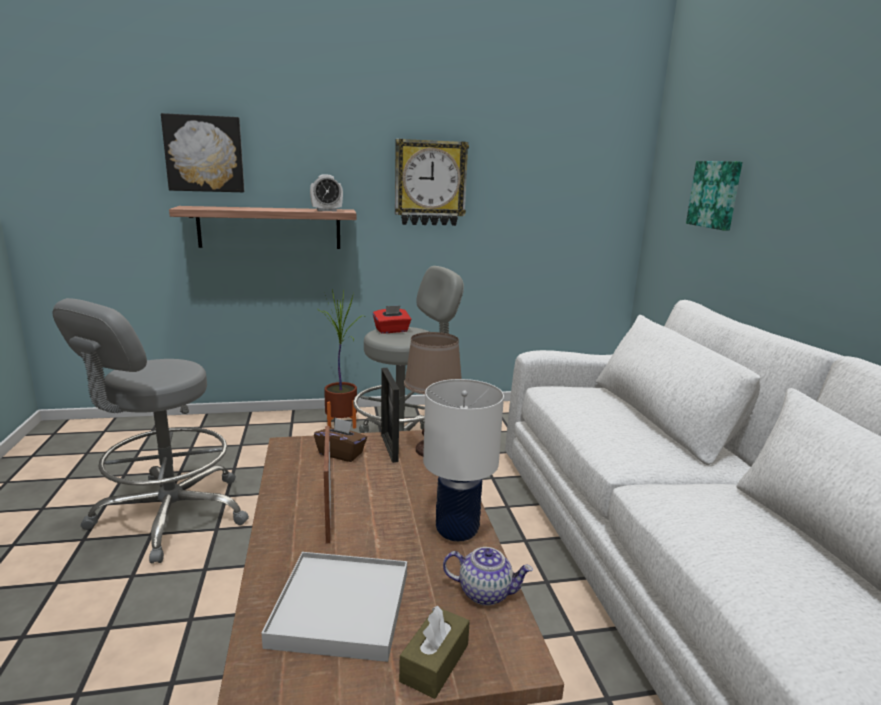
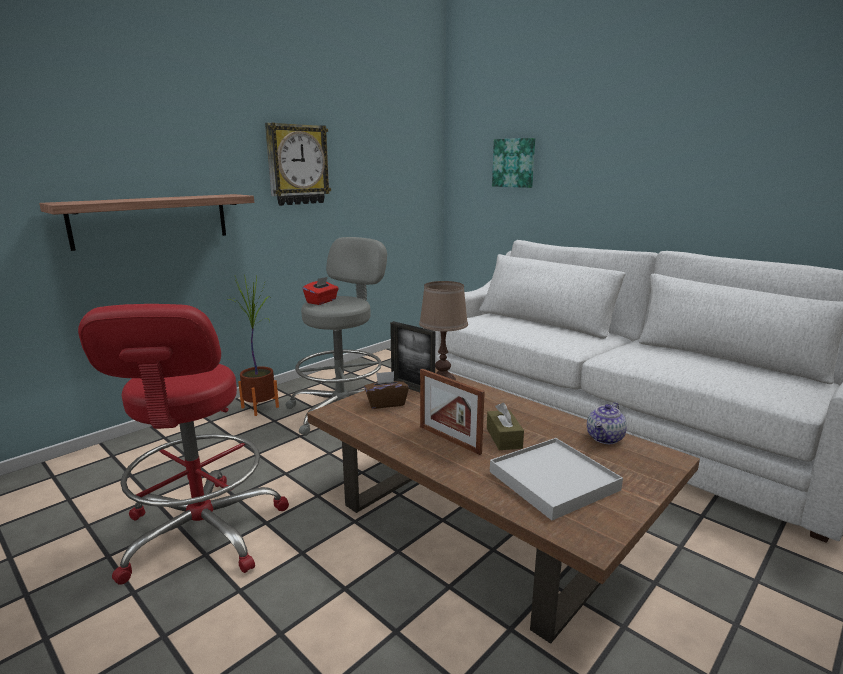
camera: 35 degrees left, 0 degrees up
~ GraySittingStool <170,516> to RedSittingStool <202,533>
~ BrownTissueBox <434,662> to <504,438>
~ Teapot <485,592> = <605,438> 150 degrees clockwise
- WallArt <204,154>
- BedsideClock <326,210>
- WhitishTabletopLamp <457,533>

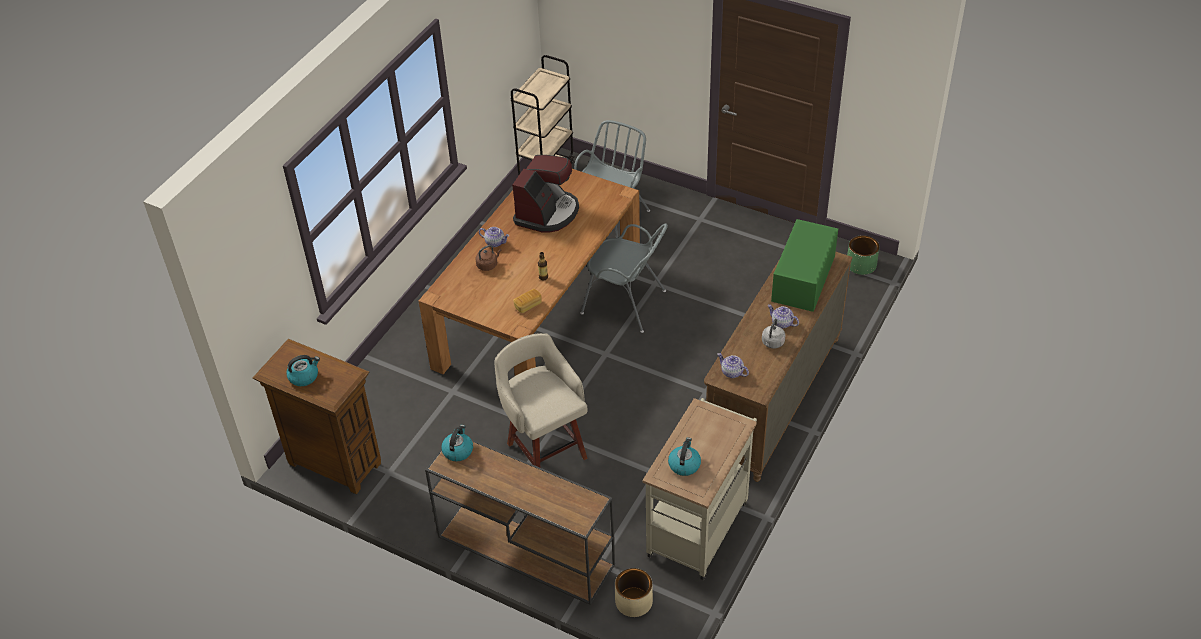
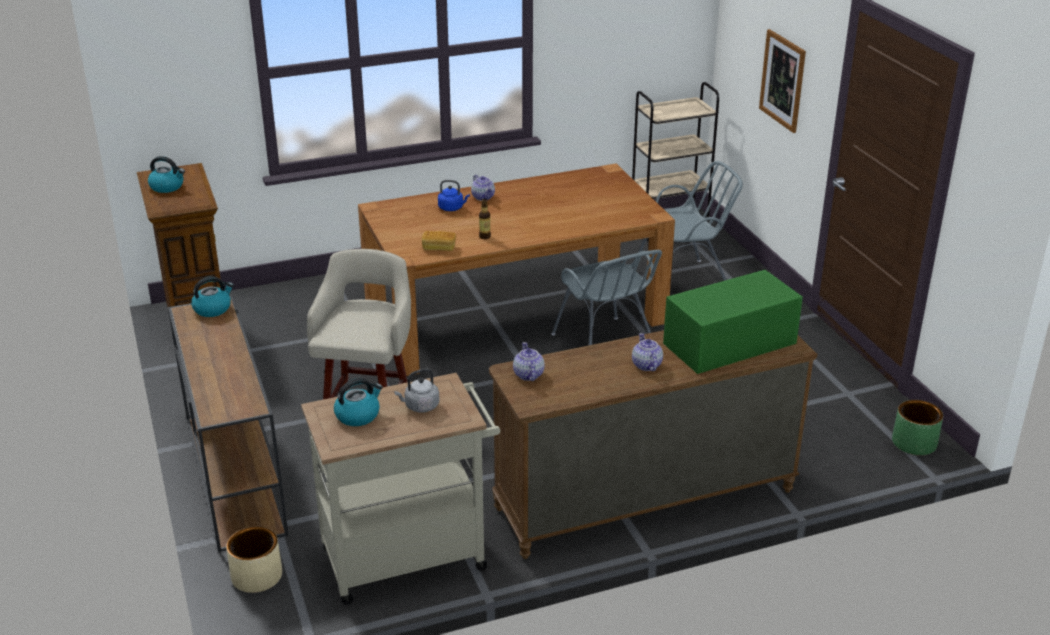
camera: 40 degrees right, 15 degrees down
~ GrayTeaKettle <772,343> to <420,406>
~ BrownTeaKettle <488,265> to BlueTeaKettle <452,208>
+ WallArt <782,80>
- CoffeeMachine <547,213>

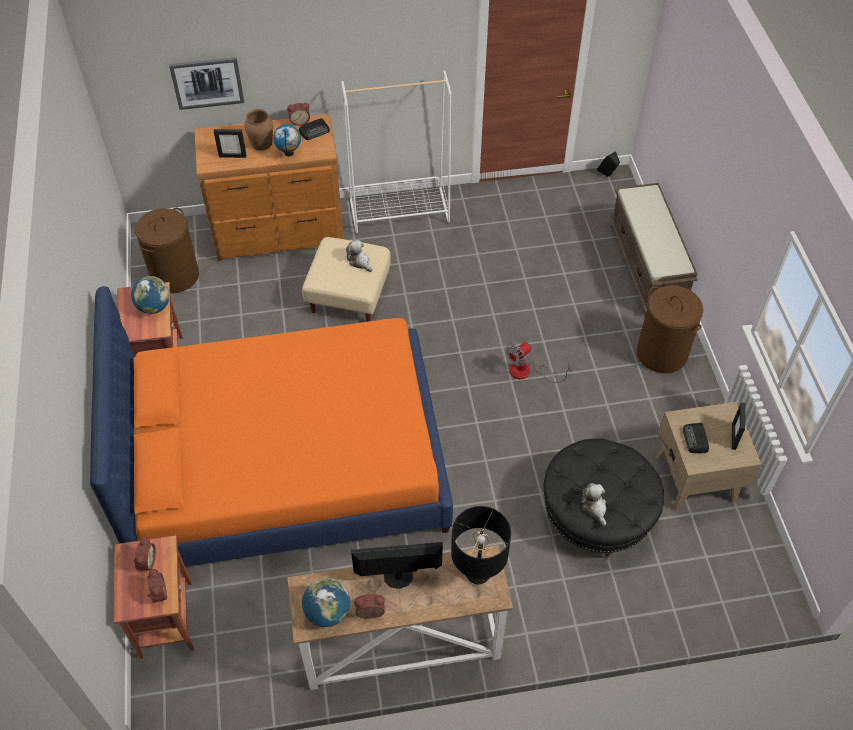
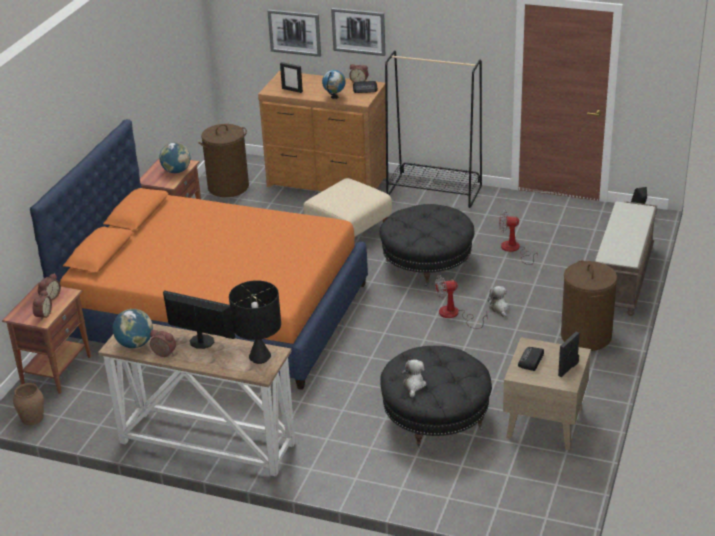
camera: 30 degrees right, 20 degrees down
~ BrownFlowerVase <261,143> to <32,418>
+ WallArt <358,31>
+ BlackFootrest <427,263>
~ WhitishGarmentStand <399,211> to BlackGarmentStand <434,192>
~ PlushToy <359,262> to <499,308>
+ Fan <514,250>

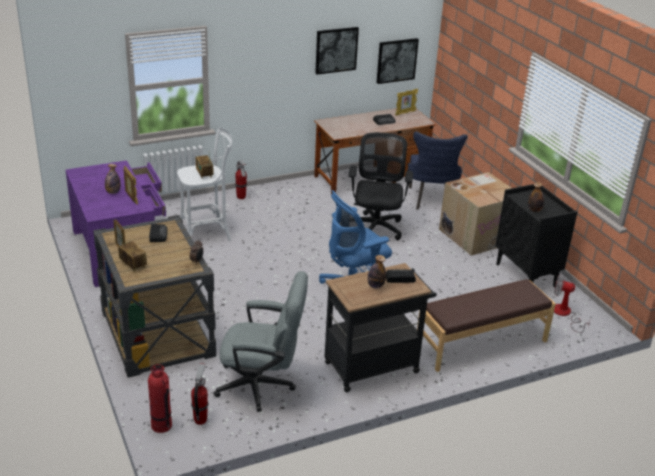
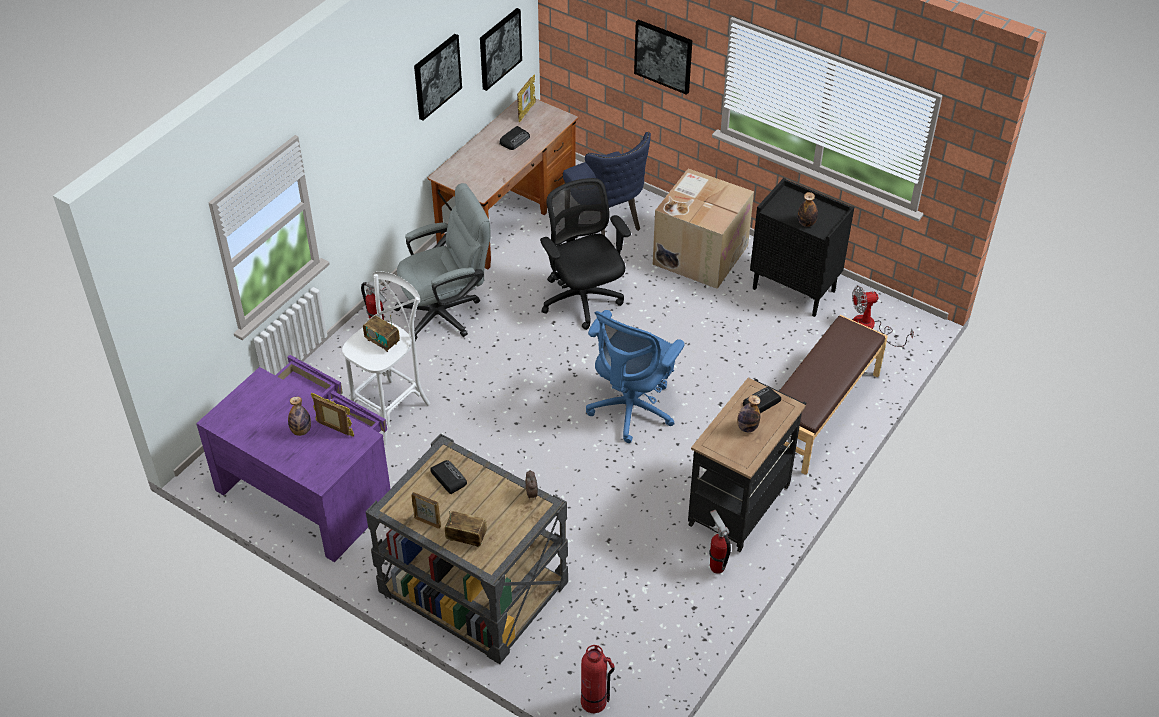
camera: 30 degrees left, 15 degrees up
~ GrayDeskChair <262,386> to <446,312>
+ WallArt <663,56>
~ Extinguisher <200,420> to <717,567>

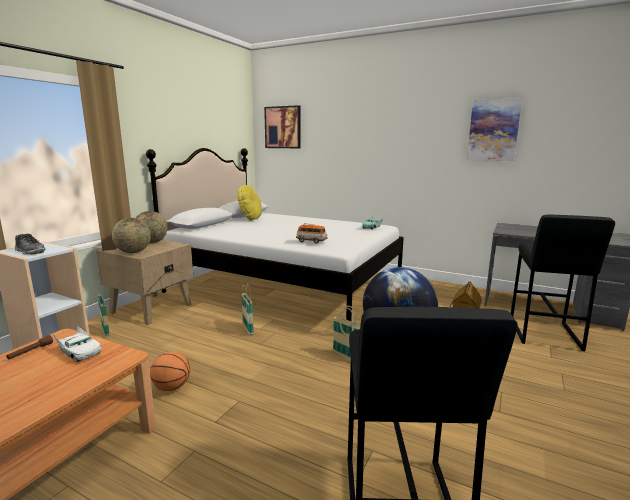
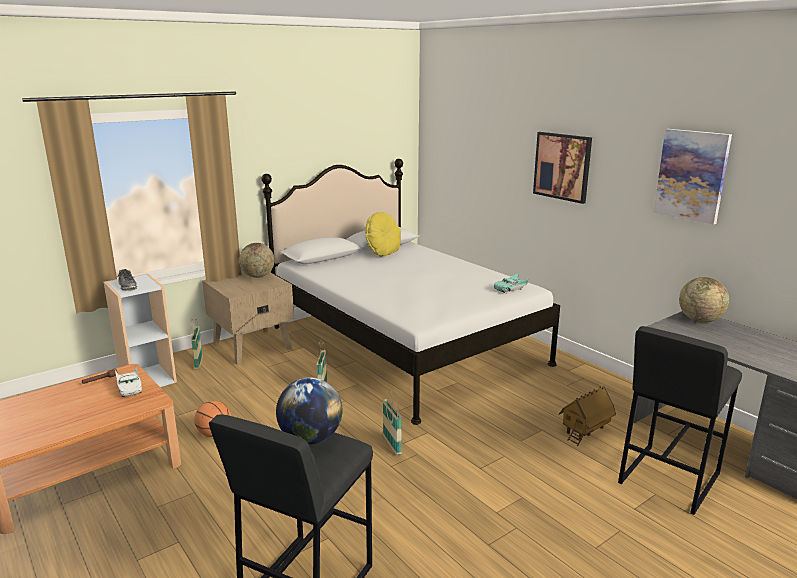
camera: 25 degrees right, 5 degrees up
~ WallArt <283,127> to <562,166>
~ DeskGlobe <133,252> to <700,320>
- ModelCar <311,241>

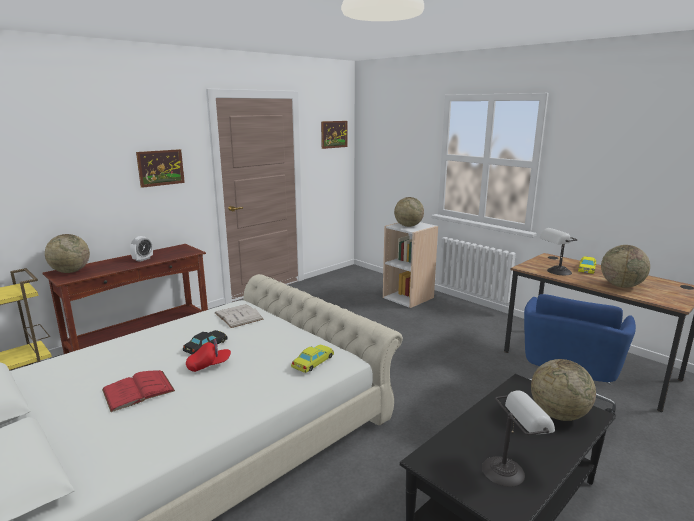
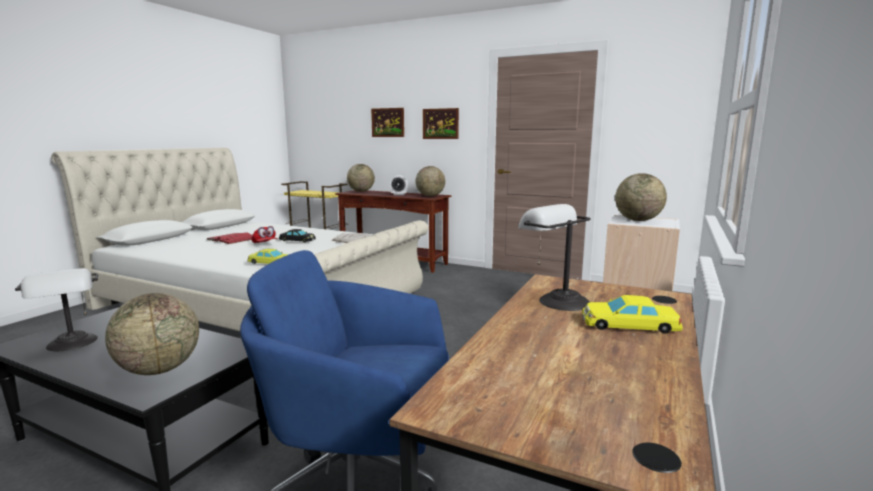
camera: 70 degrees right, 5 degrees down
~ WallArt <334,134> to <388,122>
~ DeskGlobe <621,285> to <430,196>

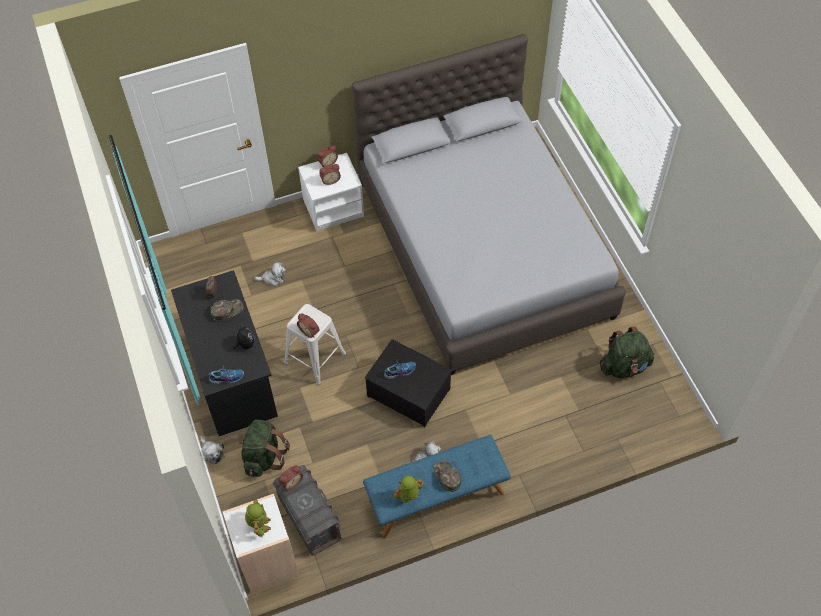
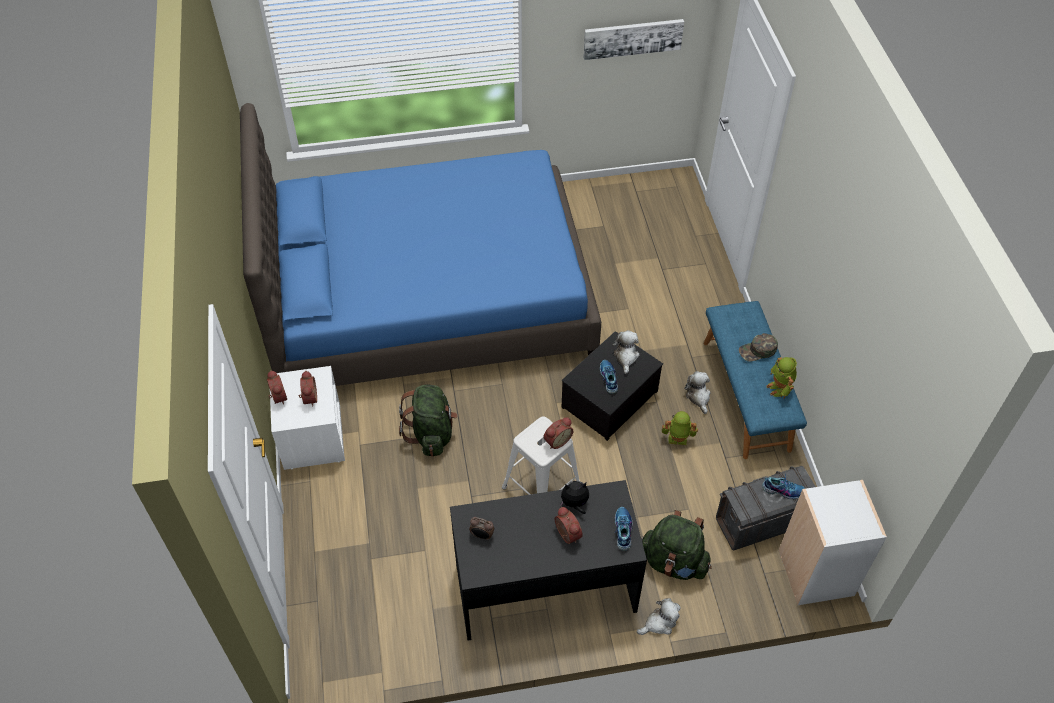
camera: 80 degrees left, 5 degrees down
~ GrayBed <483,247> to BlueBed <428,297>
~ GreenKnapsack <624,366> to <431,433>
~ BedsideClock <291,481> to <566,535>
+ WallArt <632,38>
~ PlushToy <273,278> to <626,356>
~ ModelRobot <259,524> to <677,440>
+ LowShoe <783,490>
- GreenBaseballCap <227,310>

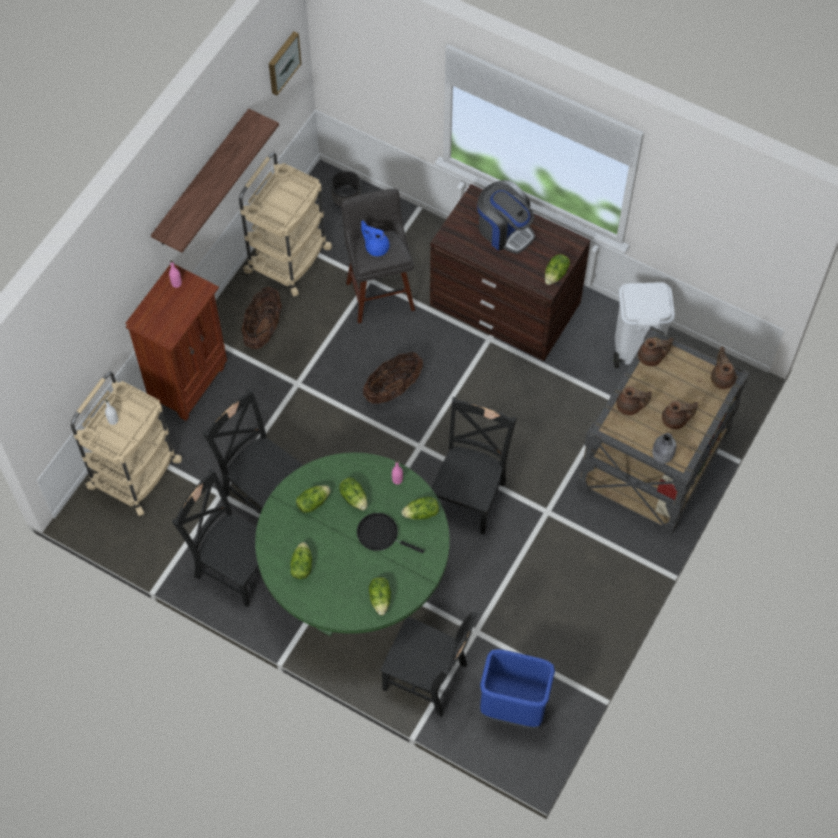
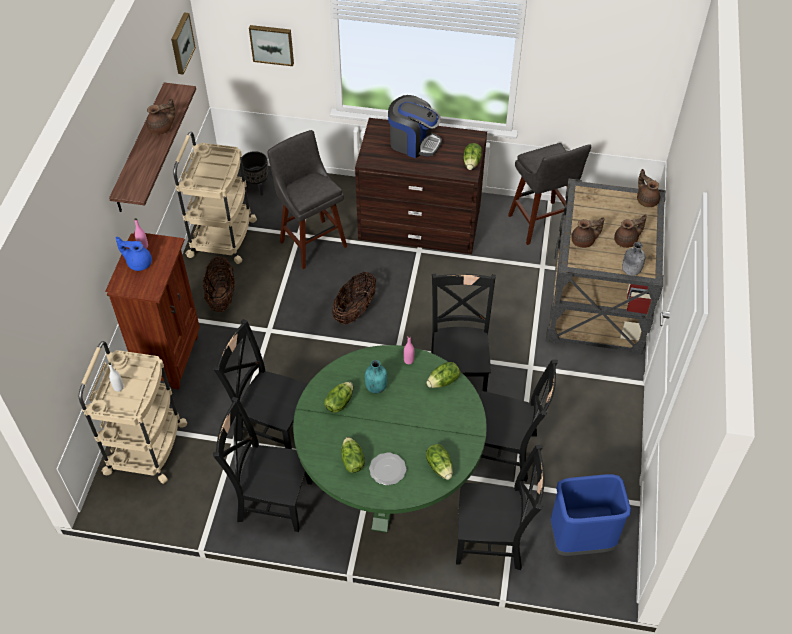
camera: 20 degrees left, 10 degrees down
~ BlueTeapot <376,247> to <138,262>
~ BrownTeapot <651,357> to <161,128>
+ WallArt <272,44>
~ Lettuce <354,498> to TurquoiseColouredDrinkBottle <376,387>
+ DinnerPlate <388,469>
+ BlackPlainChair <505,451>
~ WhitishTrashCan <636,349> to GraySittingStool <541,225>
- BlackFryingPan <380,534>

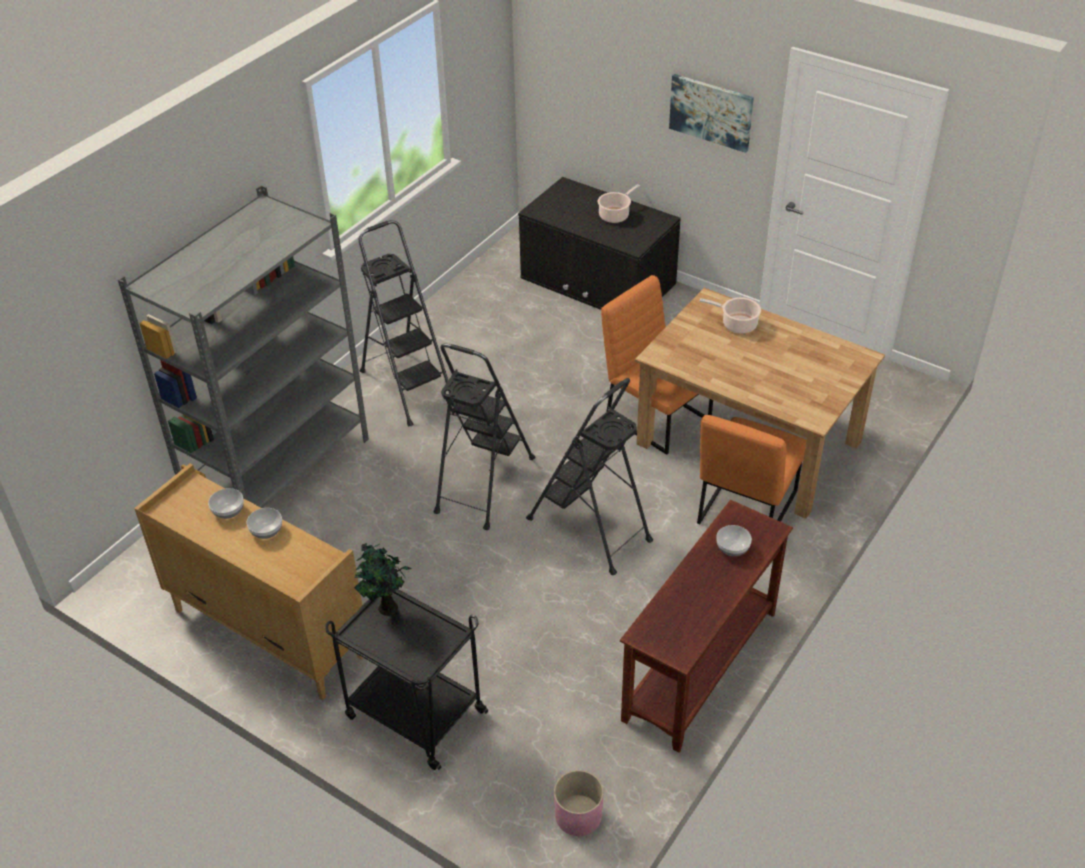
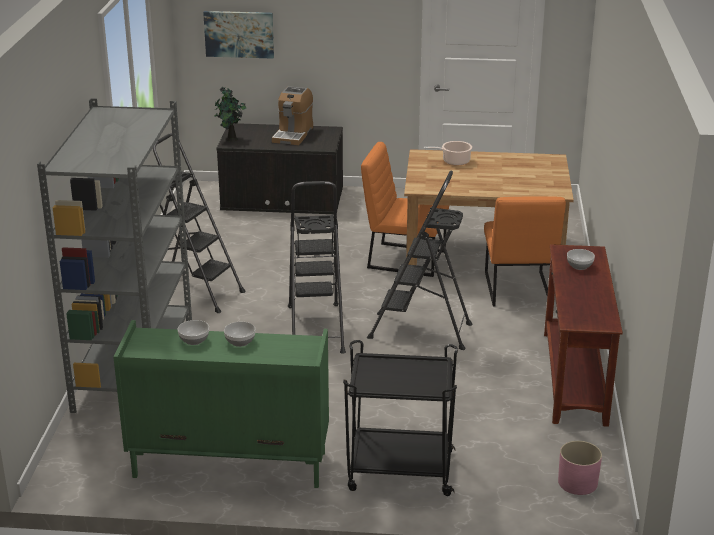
camera: 30 degrees left, 15 degrees down
~ BrownDrawerChest <267,633> to GreenDrawerChest <229,465>
~ WallArt <711,112> to <239,34>
~ PlantInAPot <386,608> to <231,139>
~ CookingPot <615,215> to CoffeeMachine <293,134>

